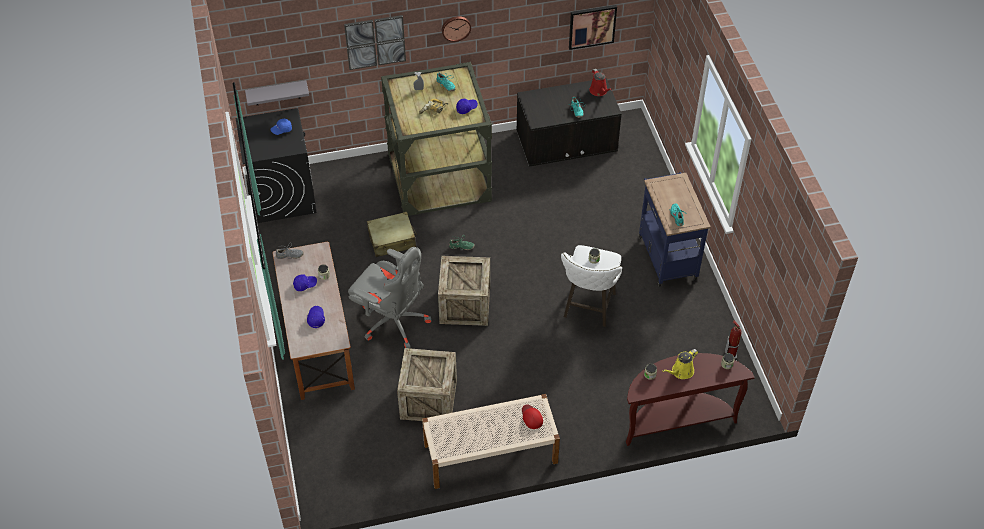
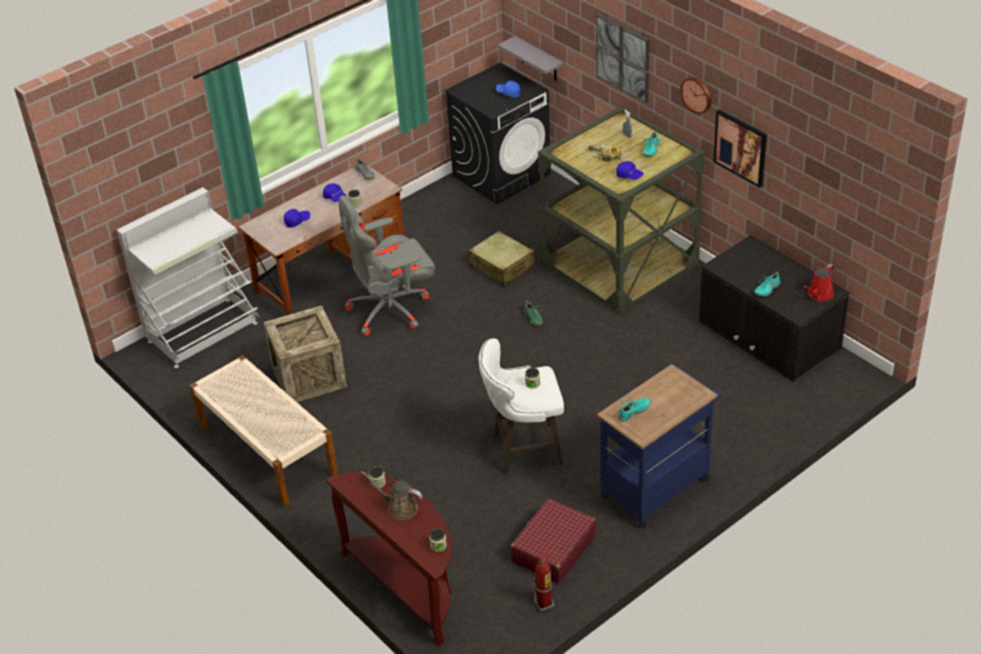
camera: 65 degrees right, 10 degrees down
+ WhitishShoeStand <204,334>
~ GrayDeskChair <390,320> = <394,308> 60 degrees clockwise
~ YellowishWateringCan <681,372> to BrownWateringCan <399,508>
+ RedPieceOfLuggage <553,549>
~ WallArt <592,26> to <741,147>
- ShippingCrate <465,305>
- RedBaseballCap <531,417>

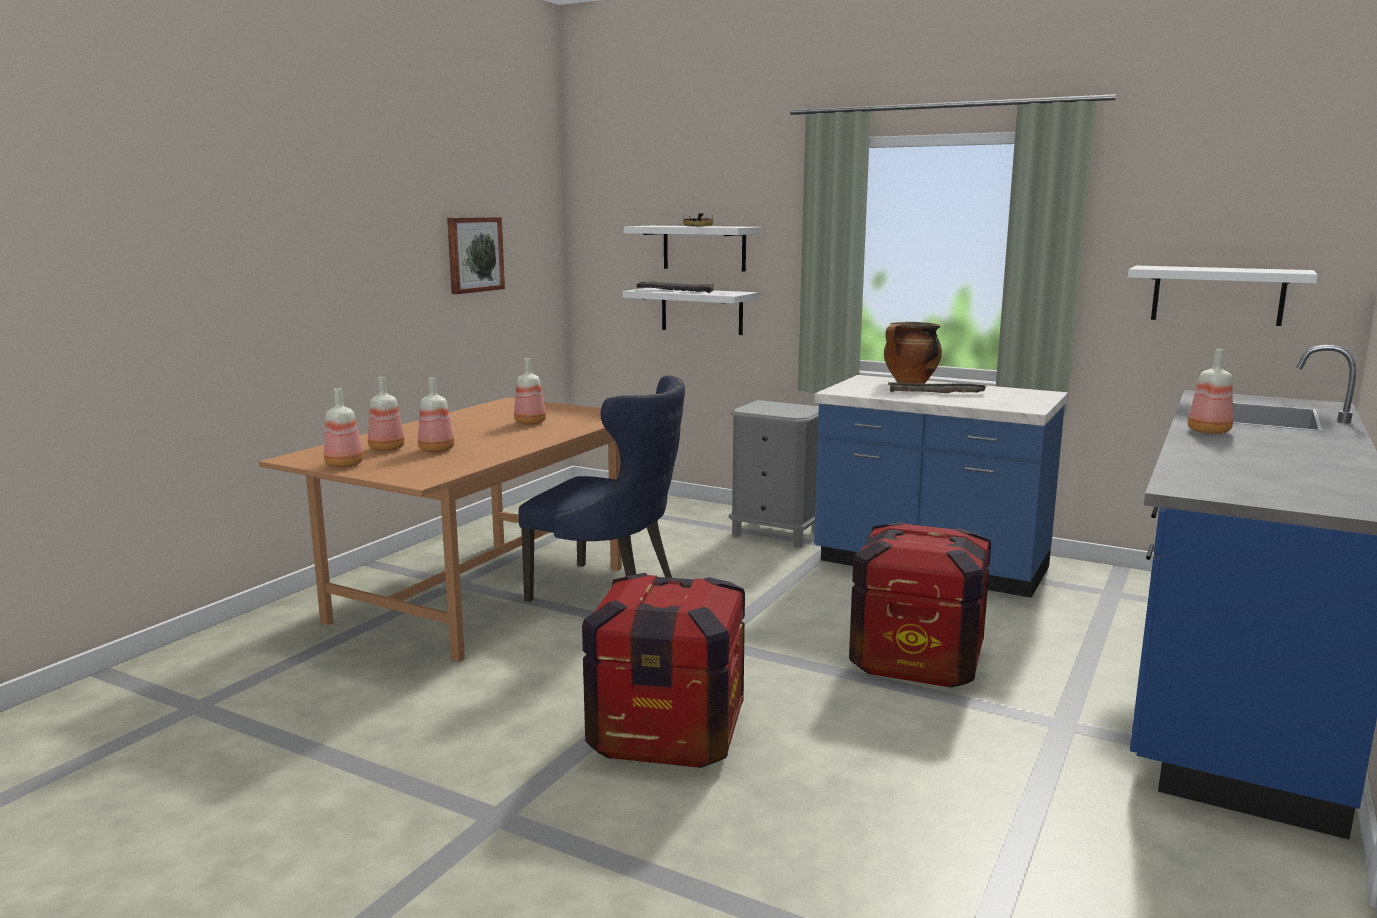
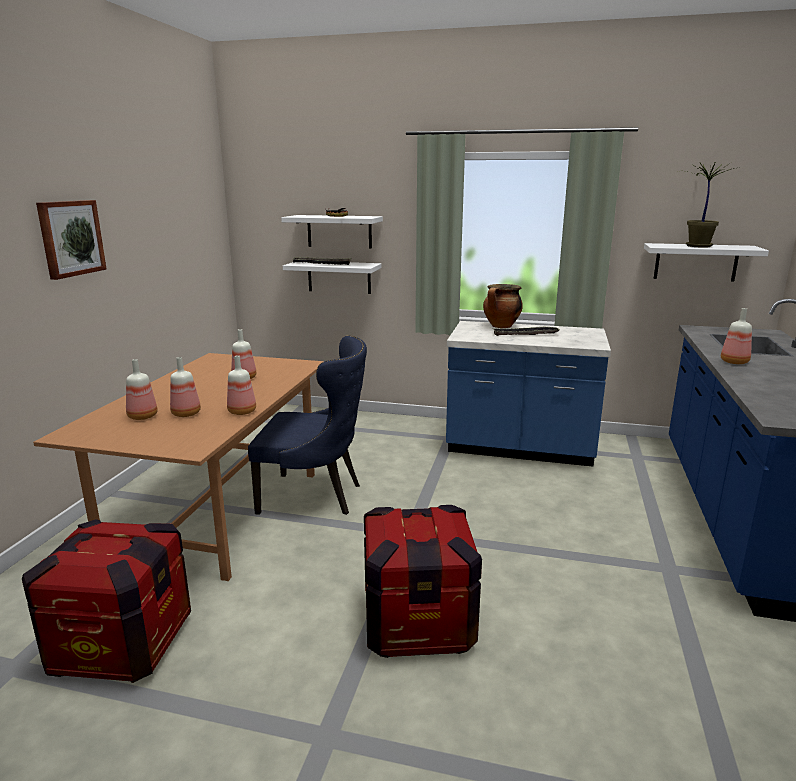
camera: 15 degrees left, 5 degrees up
~ ShippingCrate <917,659> to <122,644>
~ WallArt <474,254> to <70,238>
~ DrinkBottle <345,464> to <242,411>
+ PlantInAPot <697,246>
- GrayNightstand <777,533>

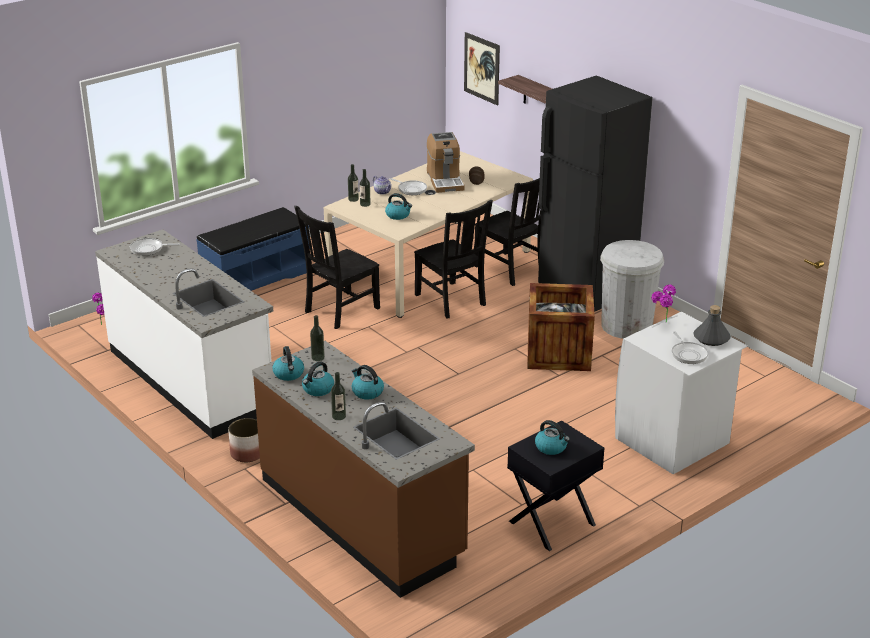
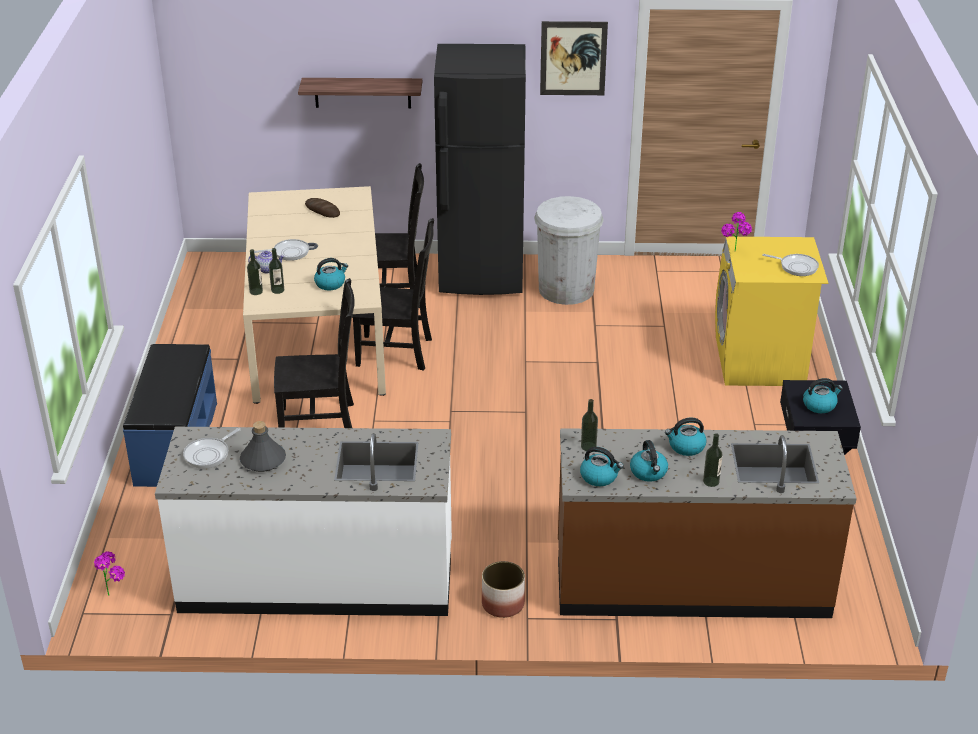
camera: 50 degrees left, 5 degrees up
~ GrayDrinkBottle <711,338> to <263,460>
~ BlackPlainChair <340,311> = <320,423> 90 degrees counterclockwise
~ WallArt <481,68> to <573,58>
~ WhitishLaundryMachine <672,441> to YellowishLaundryMachine <761,361>
- CoffeeMachine <445,180>
- ShippingCrate <558,353>

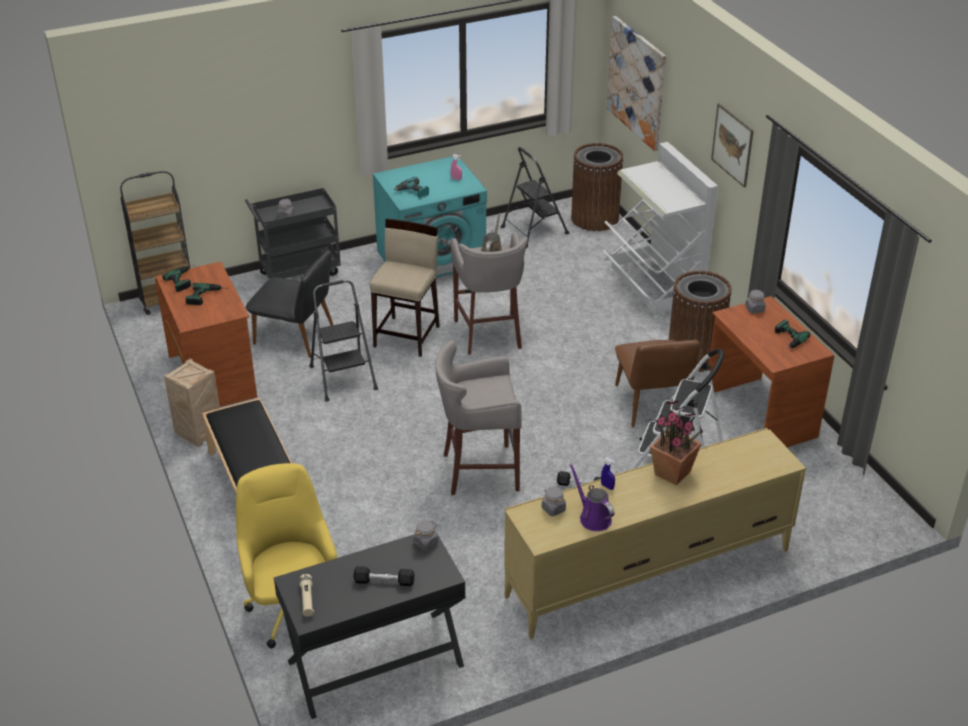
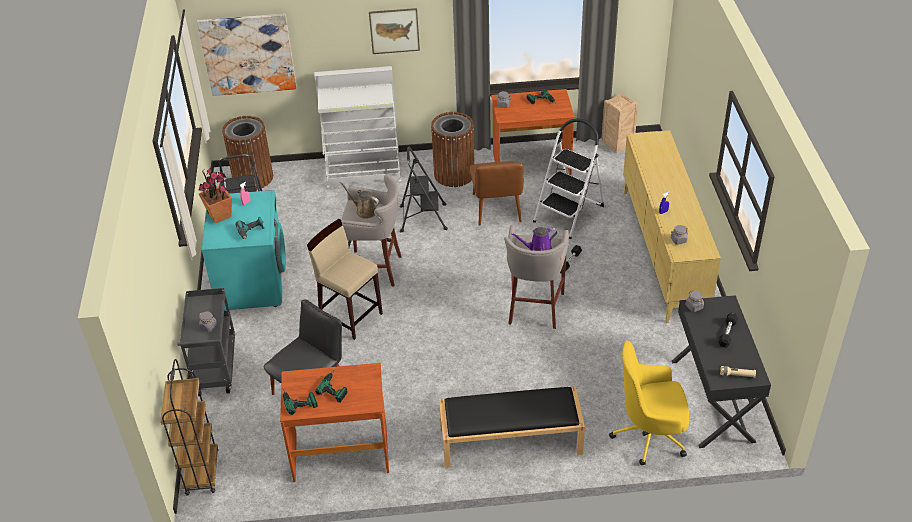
camera: 70 degrees left, 5 degrees up
~ PlantInAPot <673,473> to <220,215>
~ BlackStepLadder <343,375> to <421,217>
~ BrownPlainChair <651,402> = <496,207> 75 degrees clockwise
~ PurpleColouredWateringCan <593,517> to <538,249>
~ ShippingCrate <199,434> to <618,145>

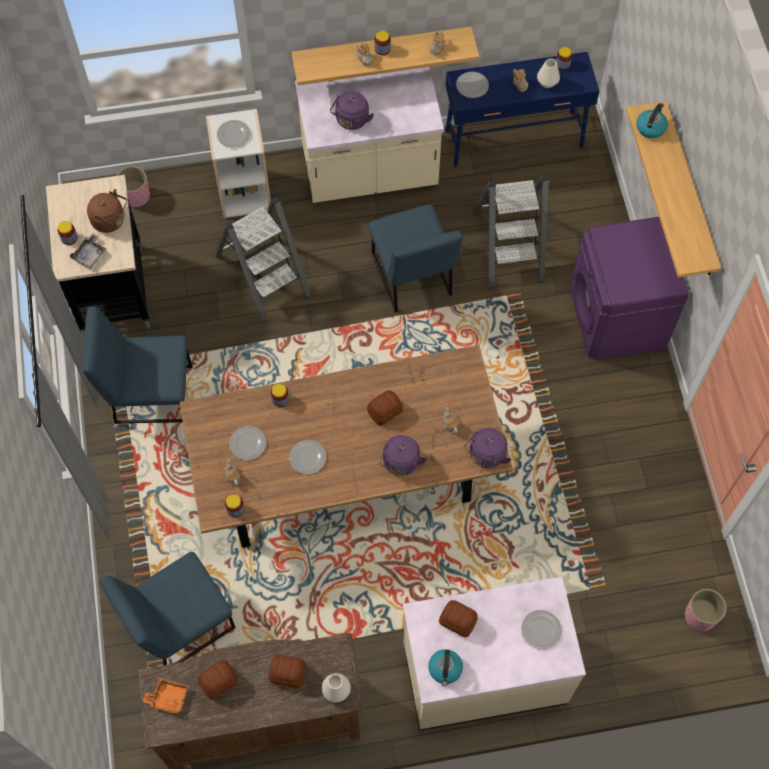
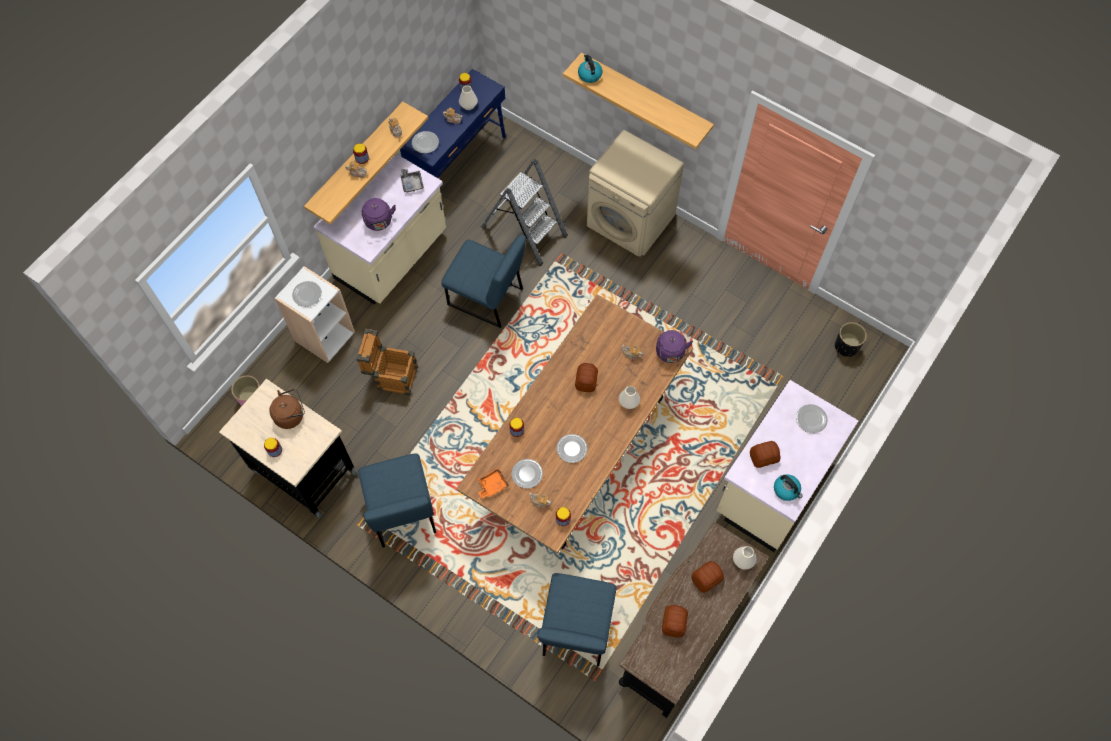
camera: 45 degrees left, 0 degrees up
~ GrayStepLadder <262,274> to ShippingCrate <392,376>
~ BluePlainChair <150,393> = <402,512> 60 degrees counterclockwise
~ GrayCarryingTray <90,255> to <412,183>
~ OrangeyCarryingTray <168,697> to <492,485>
~ PurpleColouredLaundryMachine <615,318> to SandColouredLaundryMachine <629,221>
~ PurpleColouredTeaKettle <401,463> to WhitishFlowerVase <628,402>
~ PinkColouredPlantPot <700,616> to BlackPlantPot <846,346>

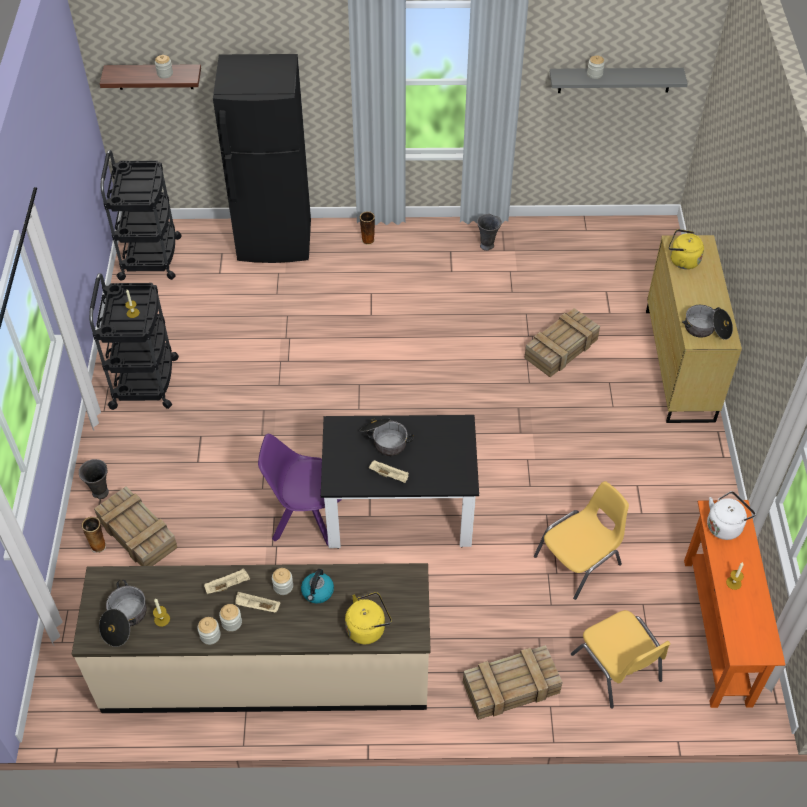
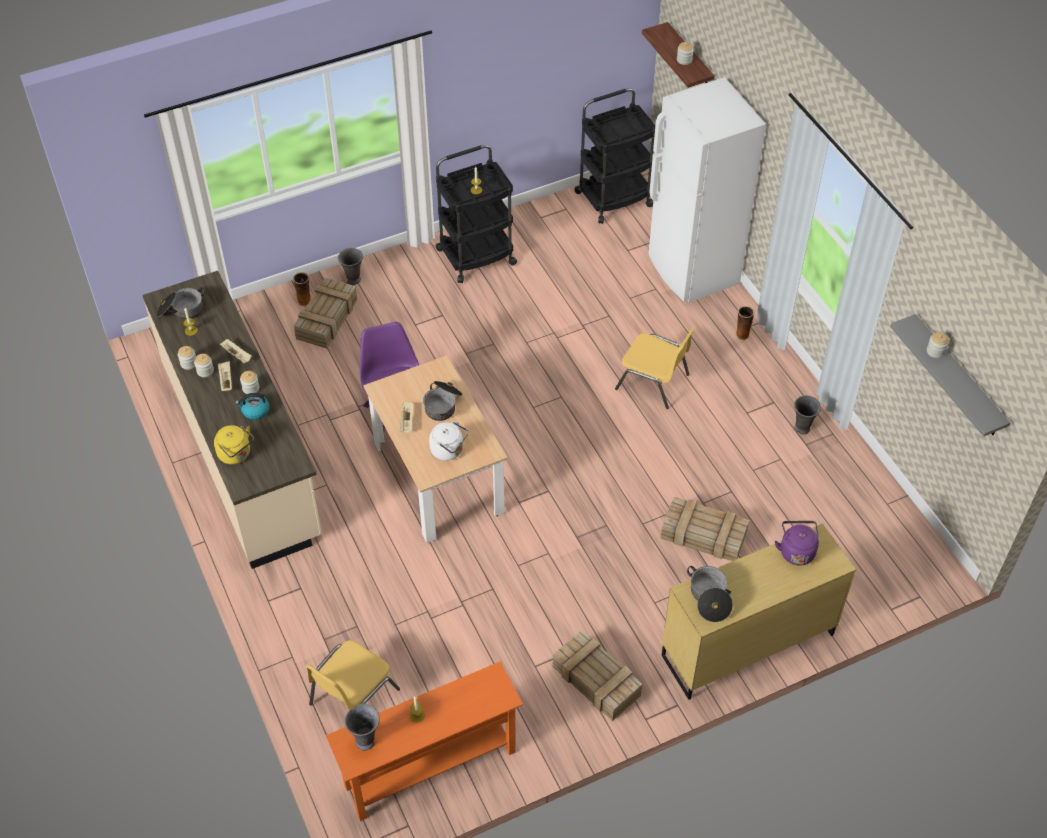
camera: 65 degrees right, 0 degrees up
+ GrayFlowerVase <366,740>
~ BlackKitchenTable <399,511> to SandColouredKitchenTable <438,478>
~ WhitishTeaKettle <725,525> to <449,451>
~ ShippingCrate <512,686> to <597,681>
~ YellowishPlainChair <579,560> to <653,382>
~ BlackKitchenFridge <274,241> to WhitishKitchenFridge <692,270>
~ YellowishTeaKettle <682,260> to PurpleColouredTeaKettle <796,551>

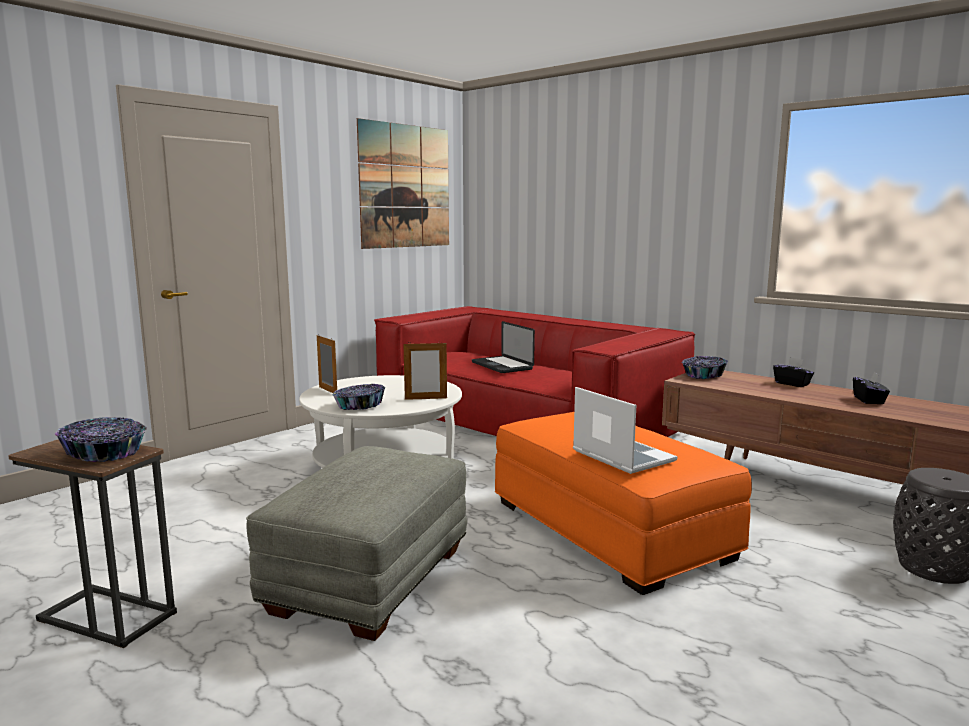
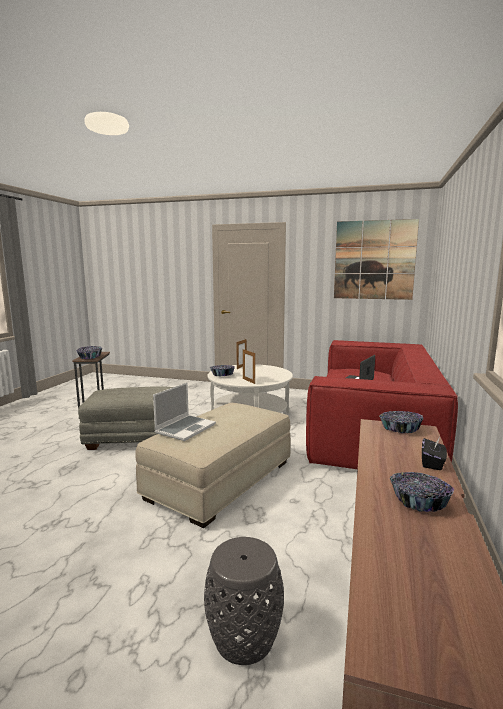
camera: 65 degrees right, 0 degrees up
~ OrangeyFootrest <609,528> to SandColouredFootrest <220,479>
~ BlackTissueBox <869,400> to ServingBowl <419,501>

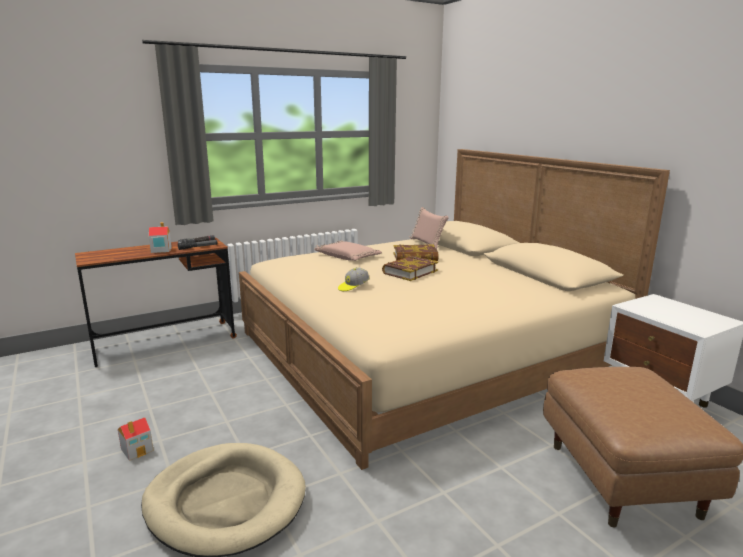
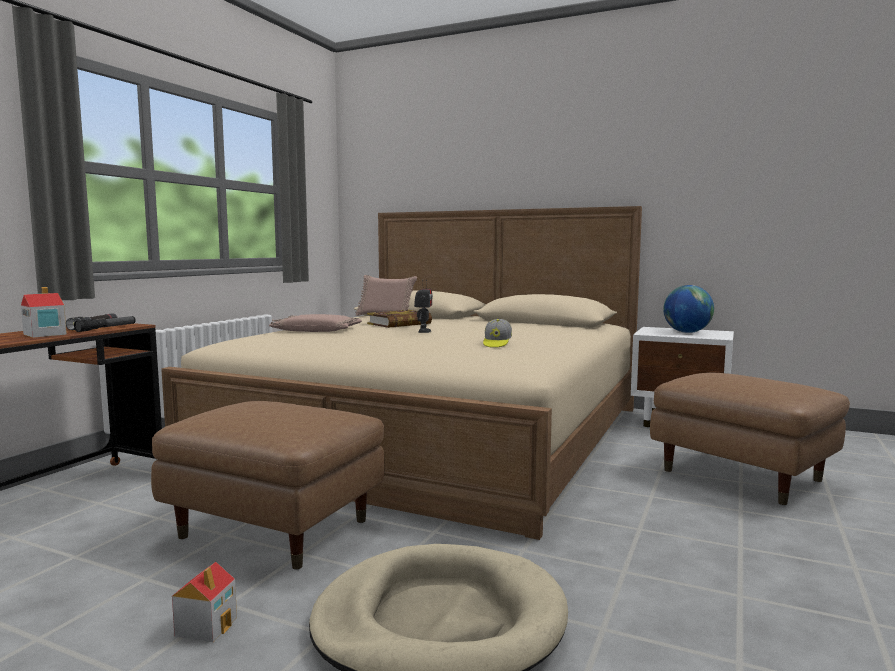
camera: 35 degrees left, 10 degrees down
+ BrownFootrest <277,530>
~ Book <409,272> to ModelRobot <423,331>
~ BaseballCap <353,287> to <497,344>
+ DeskGlobe <687,332>

